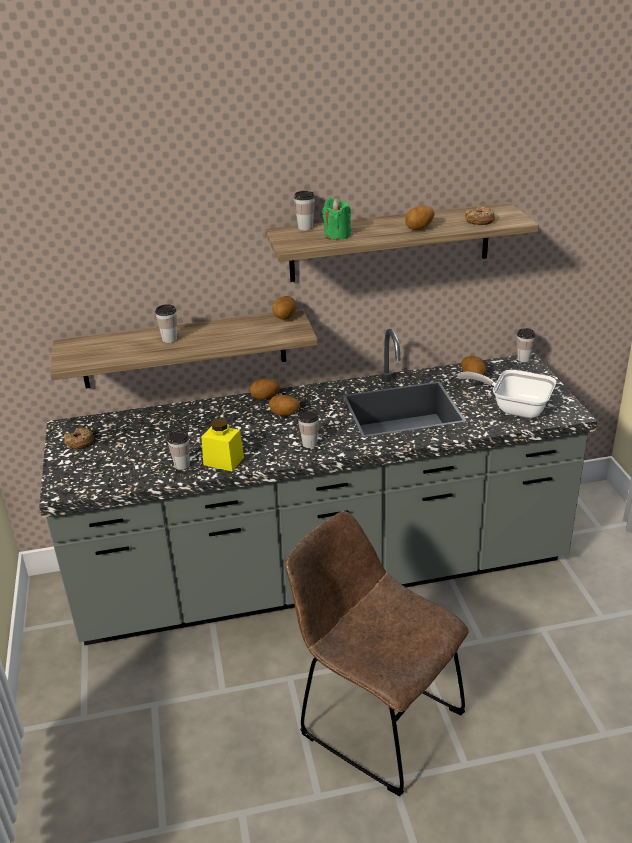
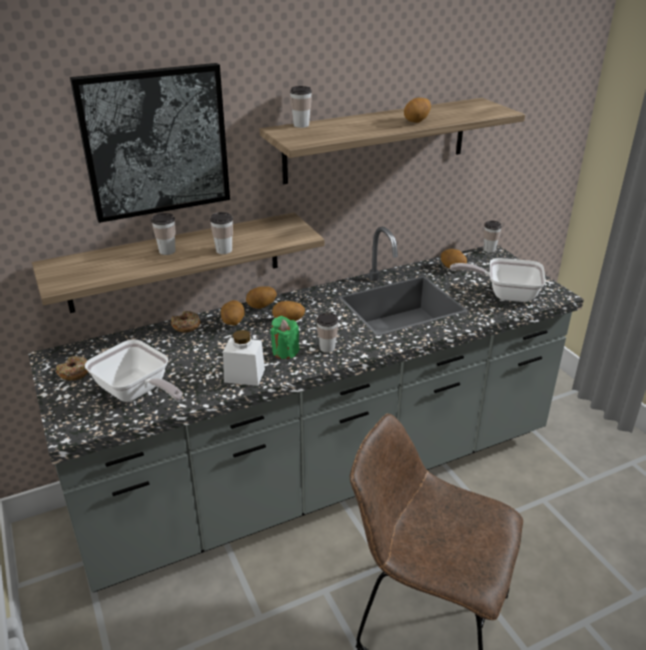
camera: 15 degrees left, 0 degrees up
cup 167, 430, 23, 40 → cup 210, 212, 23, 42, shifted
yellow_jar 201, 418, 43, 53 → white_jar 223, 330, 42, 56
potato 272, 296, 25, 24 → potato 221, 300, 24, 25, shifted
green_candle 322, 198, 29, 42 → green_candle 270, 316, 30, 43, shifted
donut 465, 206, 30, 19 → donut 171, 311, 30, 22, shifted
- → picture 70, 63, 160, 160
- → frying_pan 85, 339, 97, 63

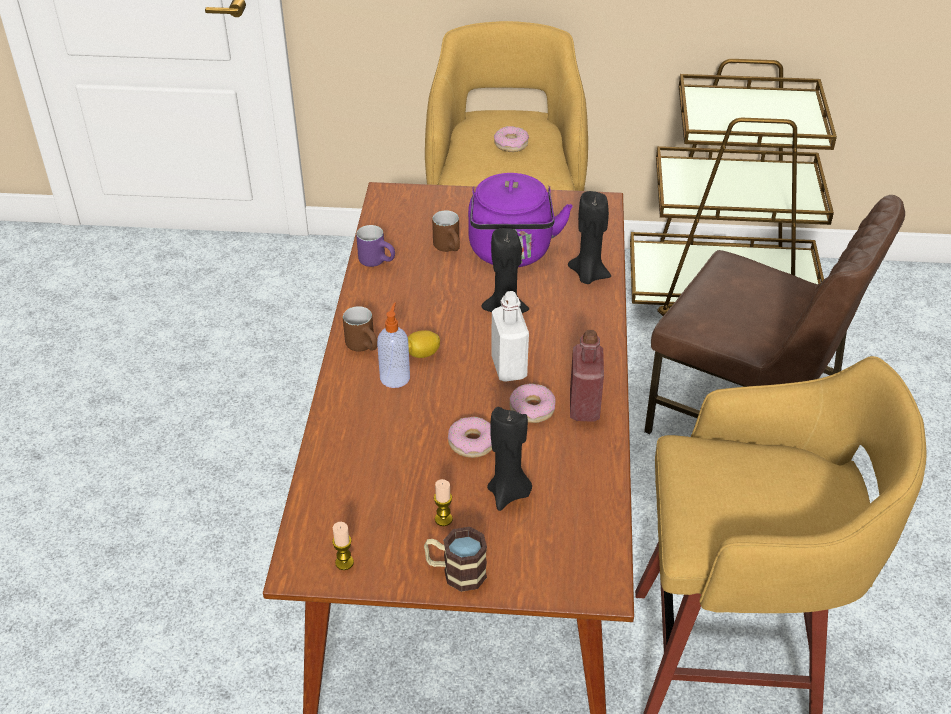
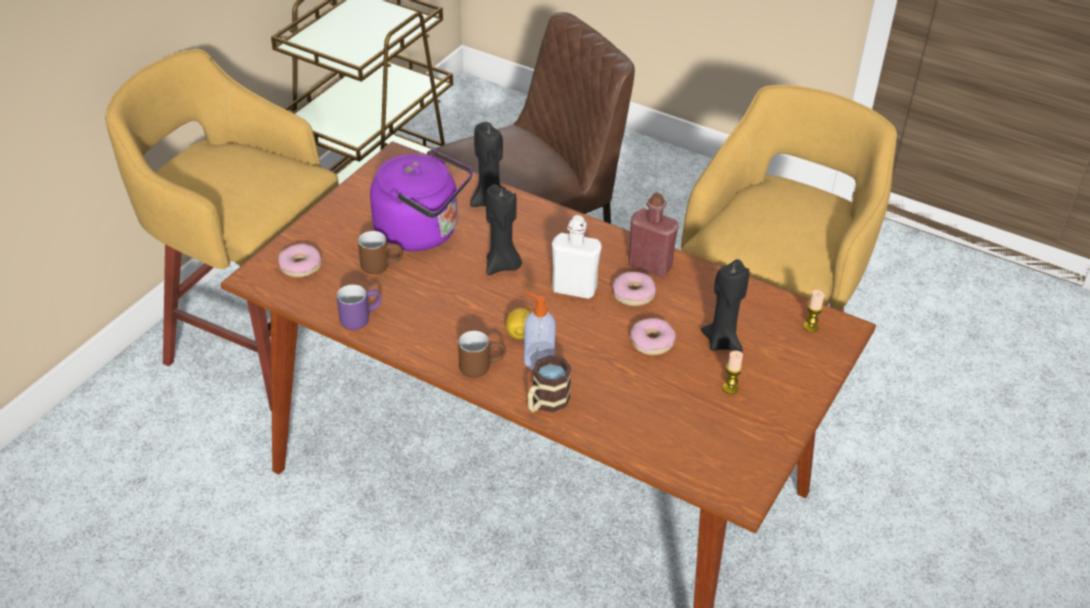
camera: 65 degrees left, 0 degrees up
candle 332, 522, 22, 48 → candle 803, 290, 21, 43, shifted
mug 424, 527, 63, 65 → mug 528, 355, 43, 57, shifted
donut 494, 126, 35, 26 → donut 278, 244, 43, 34, shifted

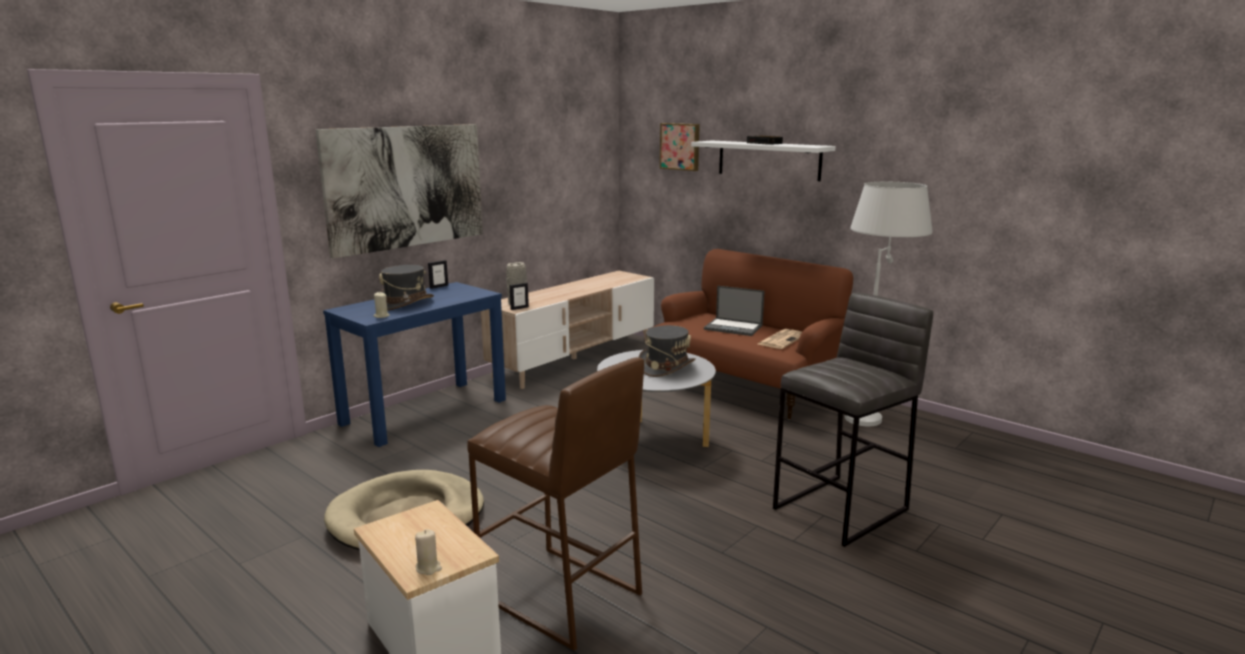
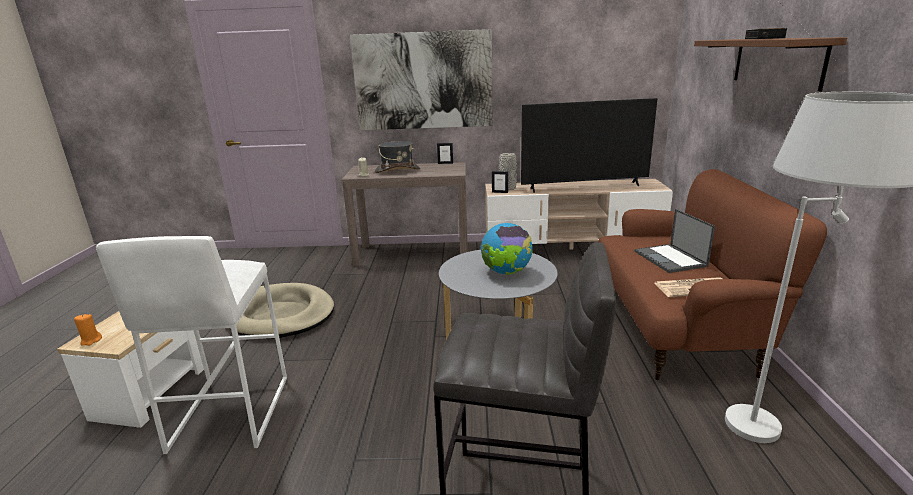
camera: 50 degrees right, 5 degrees up
blue_console_table 323, 282, 183, 165 → brown_console_table 341, 162, 126, 105
beige_candle 415, 529, 27, 46 → orange_candle 74, 314, 28, 32
brown_stool 467, 357, 177, 294 → white_stool 96, 236, 191, 218
grey_hat 638, 325, 58, 52 → globe 481, 223, 52, 52
picture 660, 123, 40, 48 → -
white_shelf 691, 141, 145, 40 → brown_shelf 694, 37, 153, 55
- → television 521, 98, 137, 95

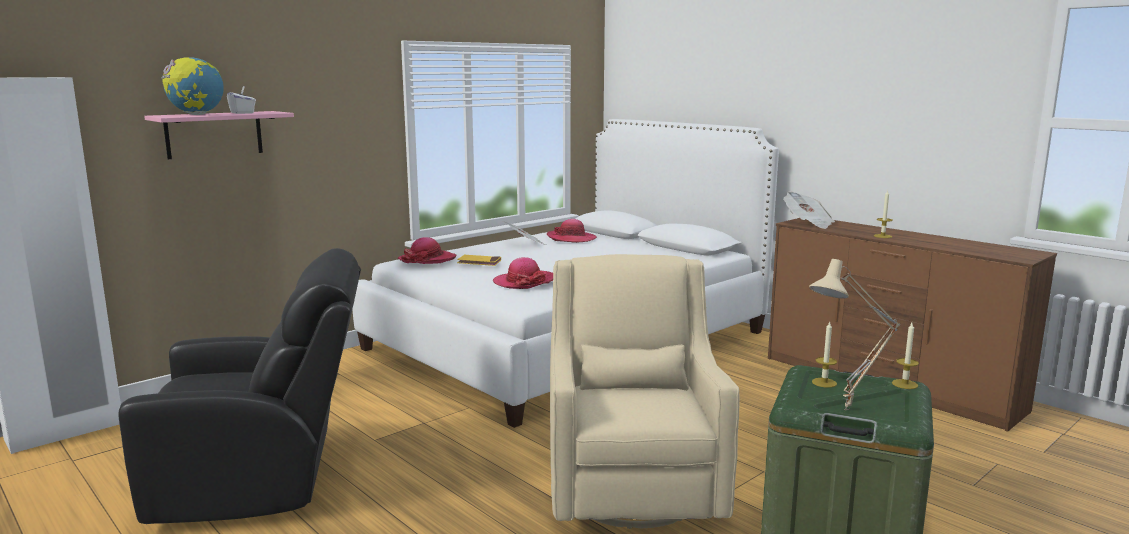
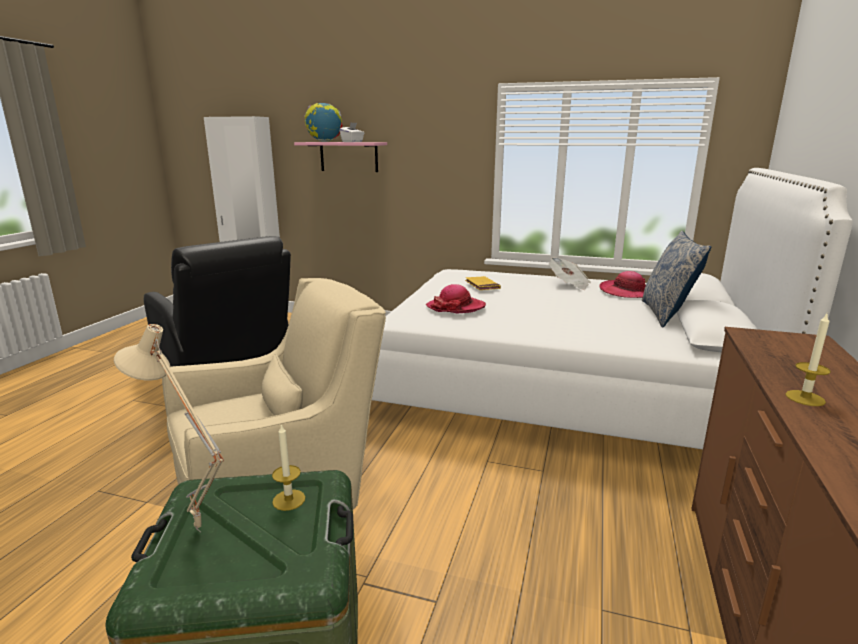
camera: 60 degrees right, 5 degrees up
hat 398, 237, 58, 27 → -
newspaper 783, 192, 52, 37 → -
candle 892, 323, 27, 66 → -
- → pillow 642, 231, 69, 97

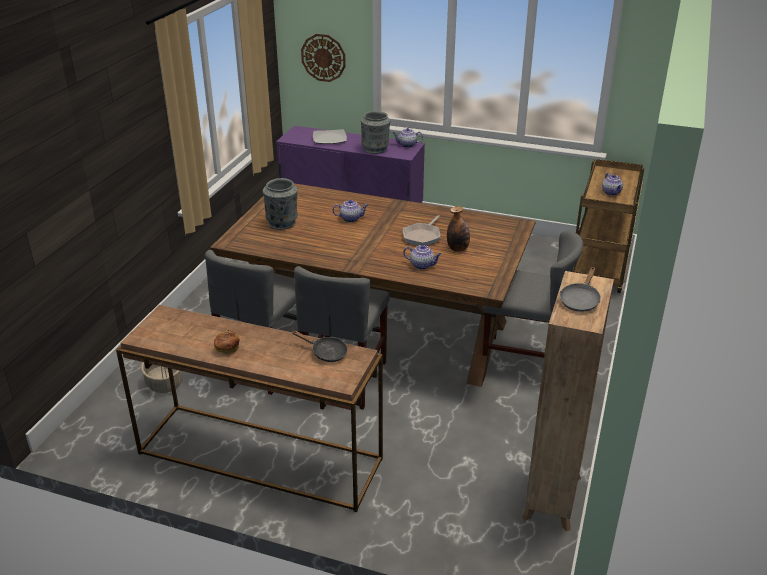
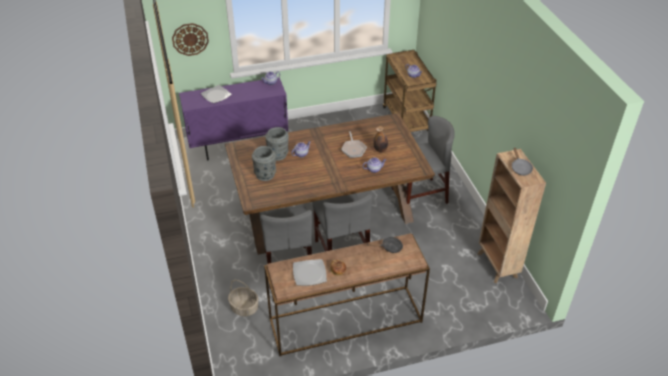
camera: 35 degrees left, 10 degrees up
grey_vase 361, 111, 29, 43 → grey_vase 265, 127, 24, 34, shifted
- → plate 293, 259, 34, 27

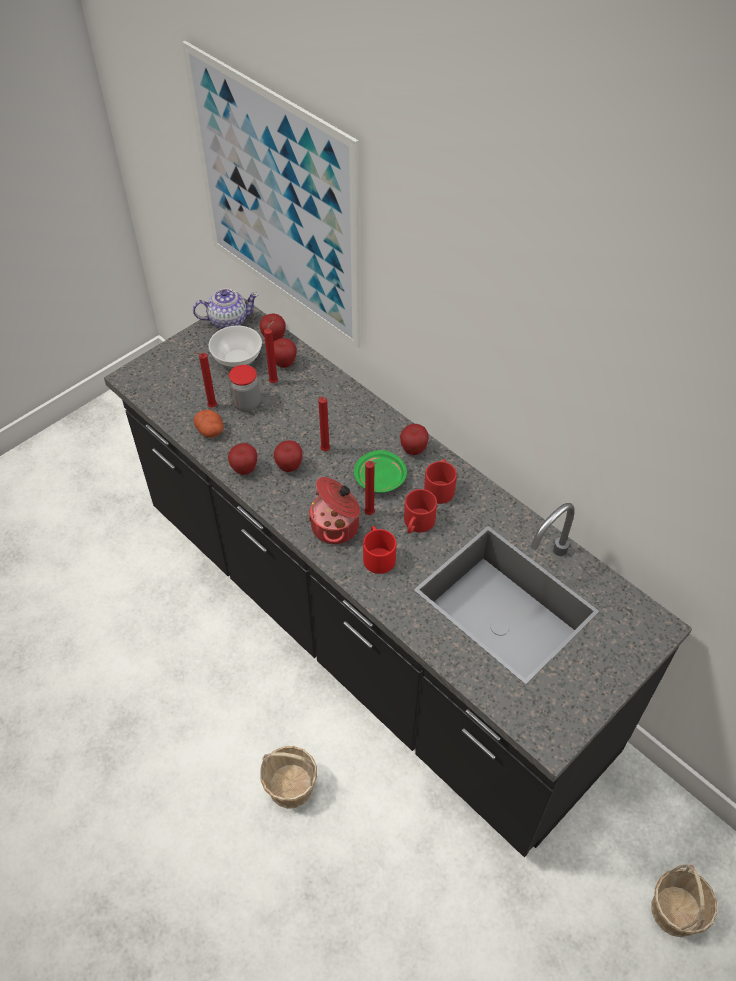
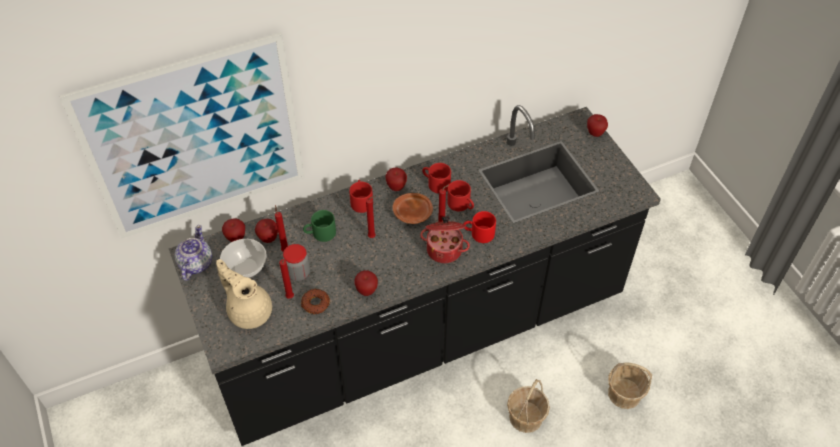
camera: 70 degrees left, 0 degrees up
potato 193, 410, 30, 28 → donut 301, 288, 29, 26
apple 274, 440, 29, 32 → apple 587, 114, 21, 23, shifted
green_plate 354, 450, 53, 43 → brown_plate 392, 193, 41, 31
basket 652, 864, 65, 73 → basket 608, 362, 44, 47, shifted
- → beige_teapot 216, 259, 56, 70
- → green_mug 303, 210, 33, 32
- → red_mug 349, 180, 24, 33

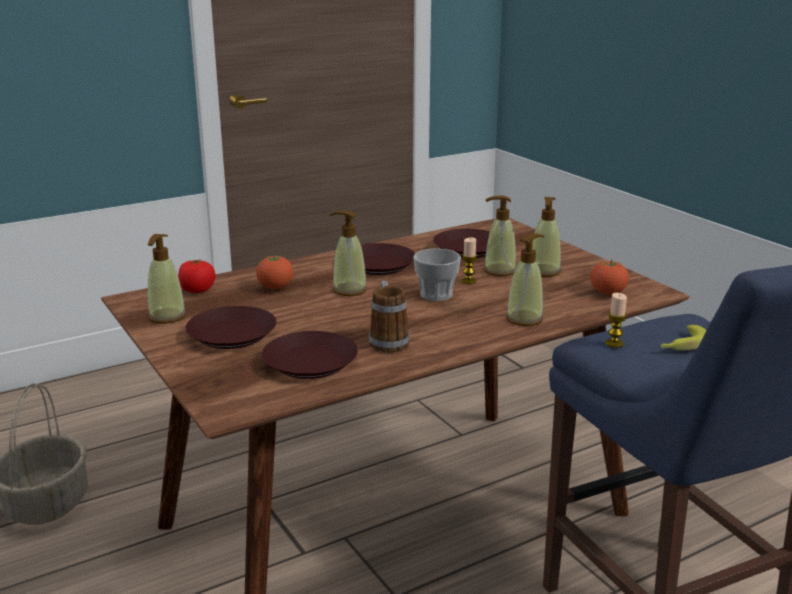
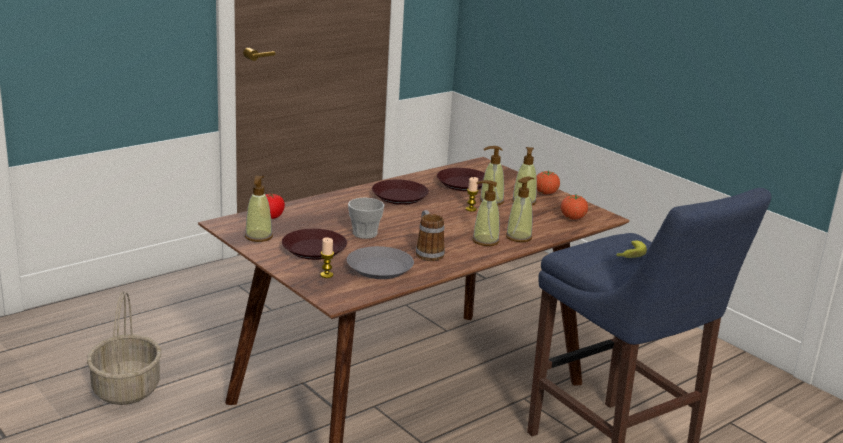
camera: 10 degrees left, 0 degrees up
tomato 256, 254, 37, 35 → tomato 537, 170, 23, 24, shifted
brown_plate 262, 331, 96, 48 → grey_plate 347, 246, 67, 33
soap_dispenser 330, 211, 37, 85 → soap_dispenser 473, 180, 27, 66, shifted
cup 413, 248, 48, 53 → cup 348, 198, 36, 41, shifted
candle 605, 293, 22, 55 → candle 320, 238, 14, 40, shifted

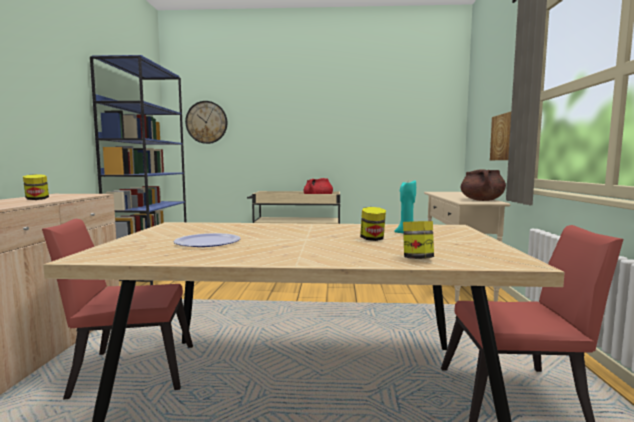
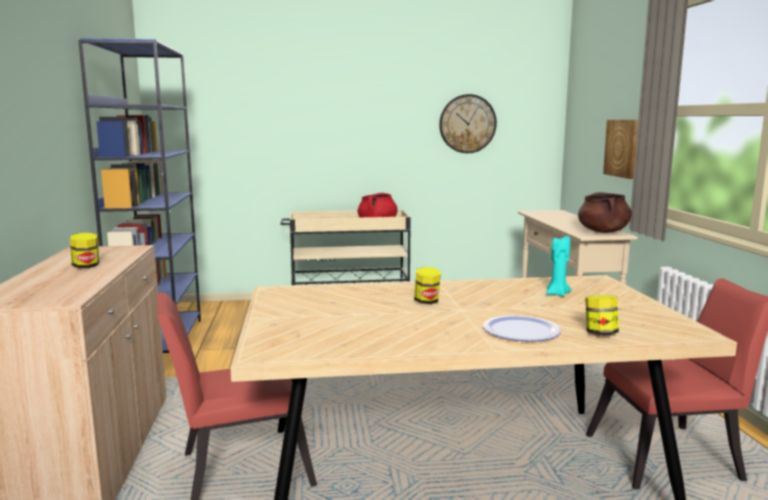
camera: 10 degrees left, 5 degrees up
plate 173, 233, 67, 14 → plate 483, 315, 78, 27, shifted
wall_clock 185, 101, 42, 43 → wall_clock 439, 94, 58, 59, shifted
jar 360, 207, 26, 34 → jar 414, 267, 27, 37, shifted

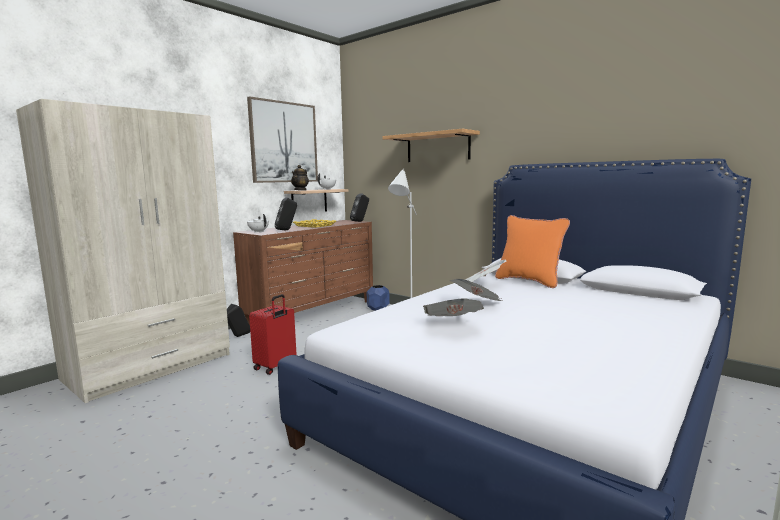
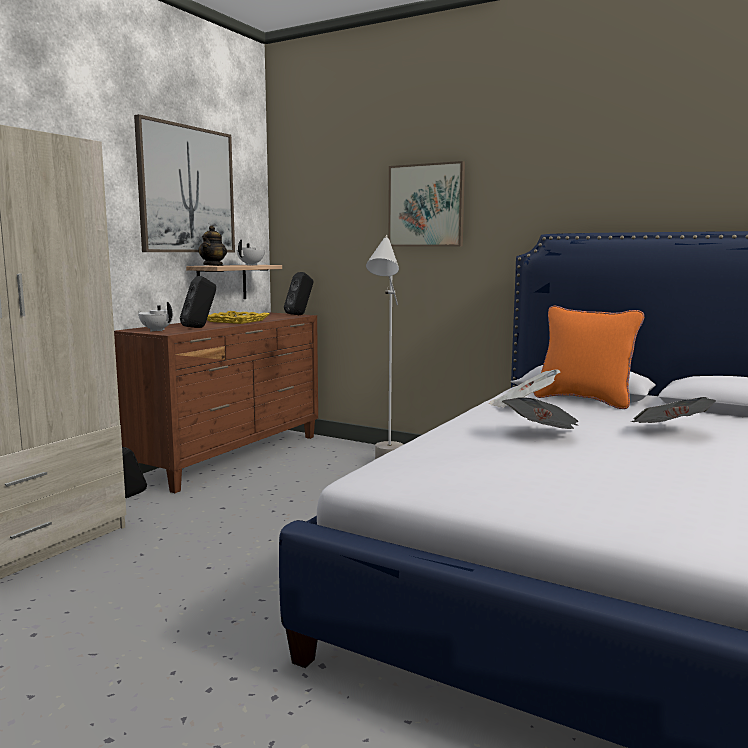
camera: 10 degrees left, 0 degrees up
red_suitcase 249, 294, 48, 81 → -
blue_planter 367, 285, 23, 26 → -
shelf 382, 129, 98, 33 → picture 388, 161, 77, 85
newspaper 423, 298, 61, 18 → newspaper 631, 397, 85, 26, shifted

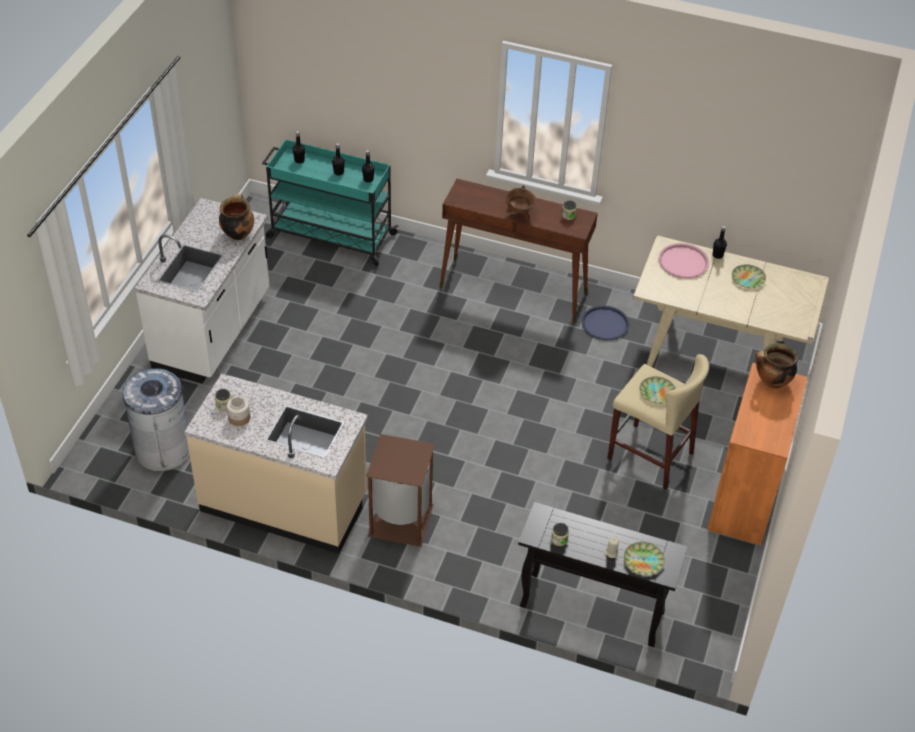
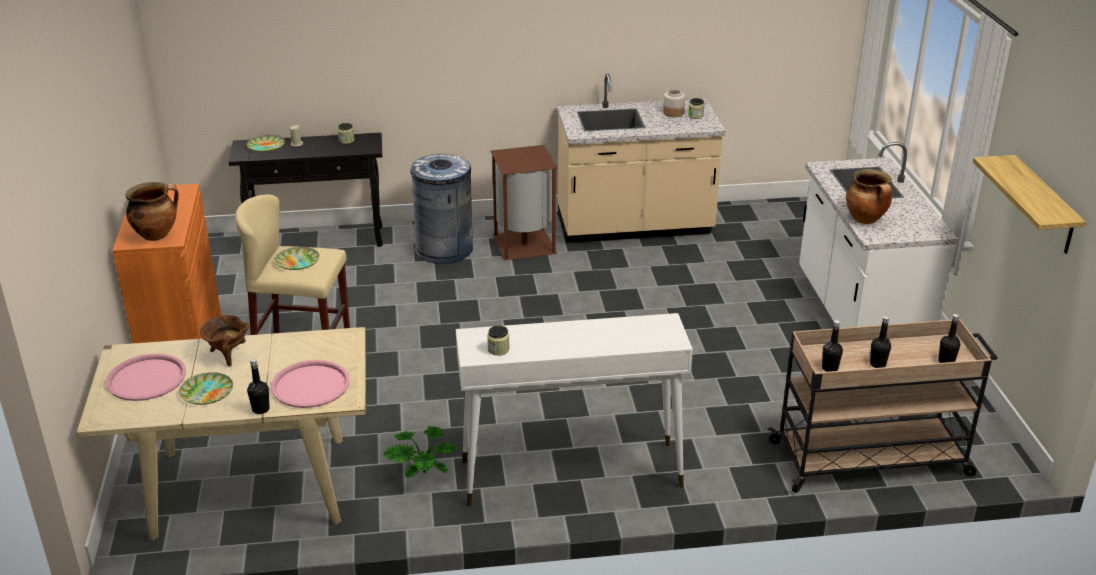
camera: 155 degrees right, 15 degrees down
grey_trash_can 122, 368, 68, 103 → grey_trash_can 410, 154, 63, 110, shifted
turquoise_cart 262, 139, 137, 127 → beige_cart 768, 319, 229, 174
brown_console_table 440, 179, 158, 144 → white_console_table 456, 313, 237, 193
brown_cooking_pot 504, 185, 32, 36 → brown_cooking_pot 200, 315, 49, 52, shifted
blue_tray 582, 306, 47, 34 → potted_plant 383, 426, 73, 52
- → pink_tray 106, 354, 80, 47
- → shelf 973, 155, 113, 99

